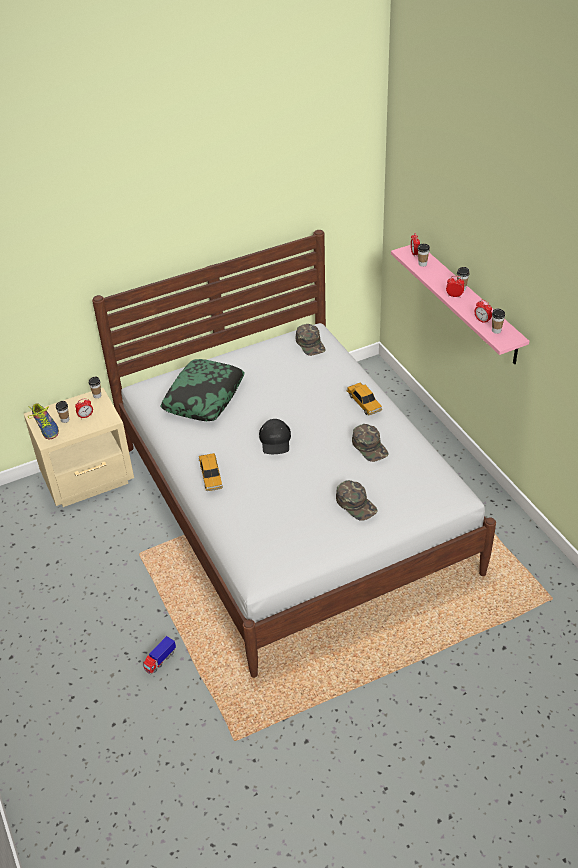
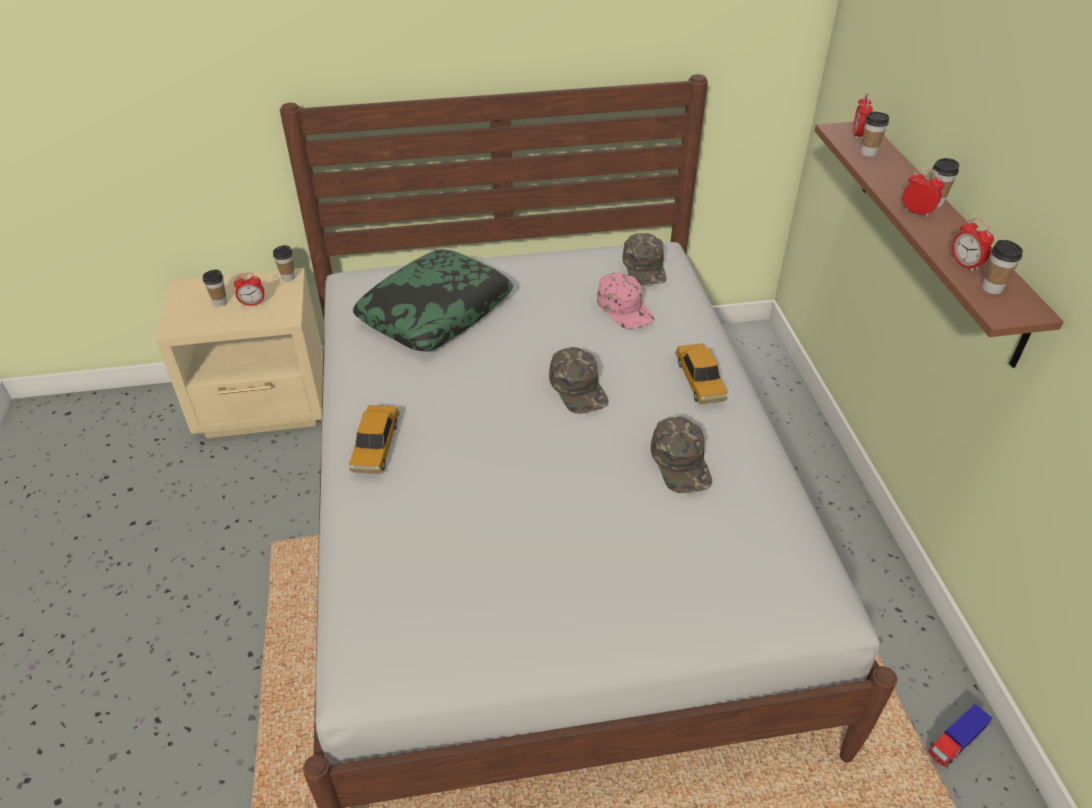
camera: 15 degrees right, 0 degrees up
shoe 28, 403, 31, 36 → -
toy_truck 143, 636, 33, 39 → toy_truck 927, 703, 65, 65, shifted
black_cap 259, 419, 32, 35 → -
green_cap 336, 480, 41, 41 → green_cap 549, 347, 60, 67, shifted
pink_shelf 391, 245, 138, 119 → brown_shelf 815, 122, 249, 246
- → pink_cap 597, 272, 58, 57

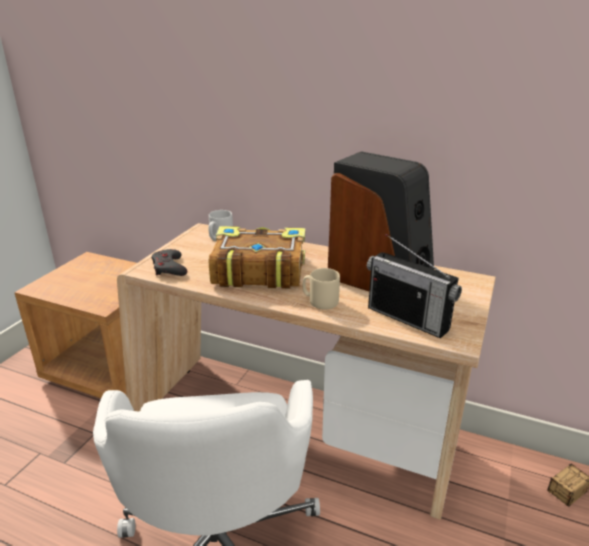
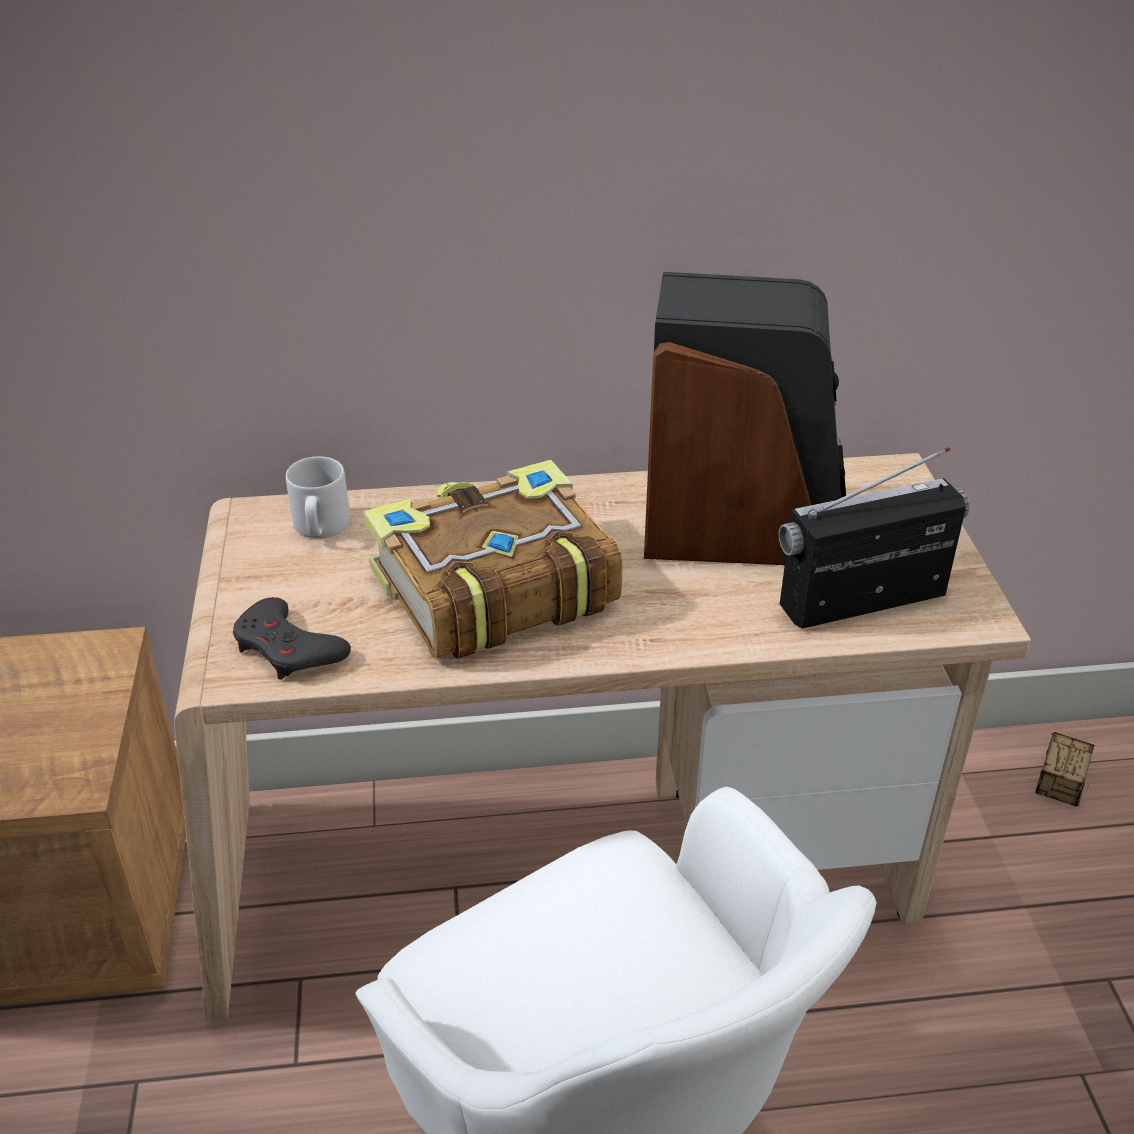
camera: 30 degrees left, 10 degrees up
beige_mug 302, 268, 38, 41 → -
radio 367, 234, 95, 104 → radio 779, 447, 190, 182, 150 degrees clockwise

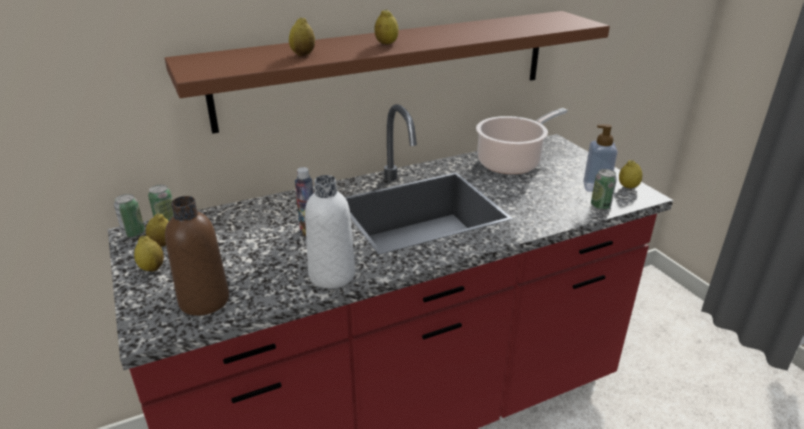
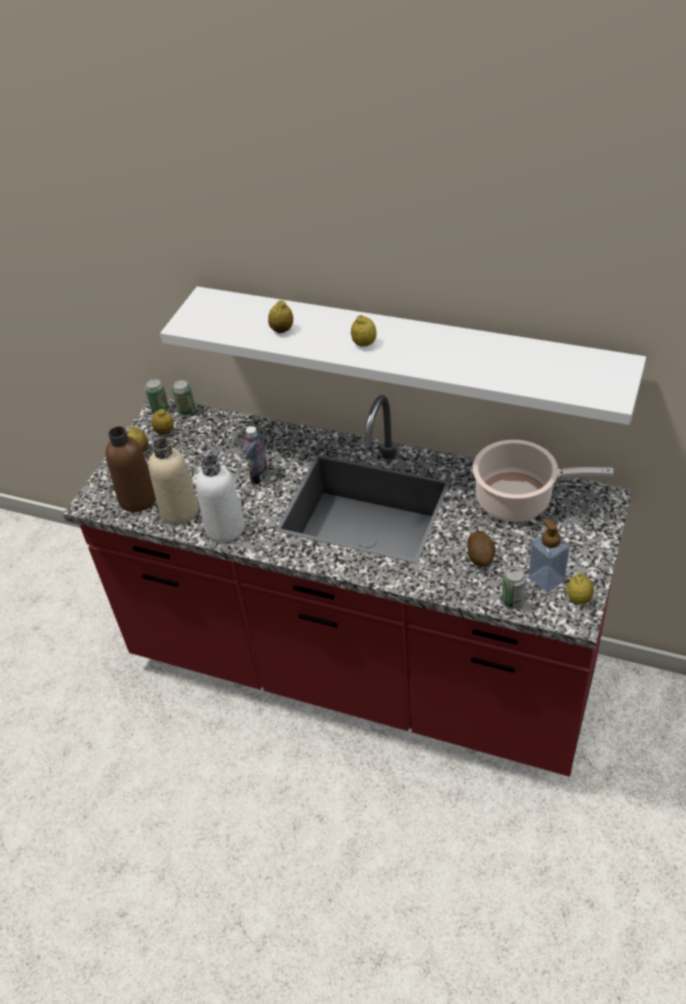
camera: 50 degrees right, 15 degrees up
brown_shelf 165, 11, 445, 123 → white_shelf 160, 286, 486, 139
- → beige_bottle 149, 438, 50, 87
- → potato 467, 531, 29, 36

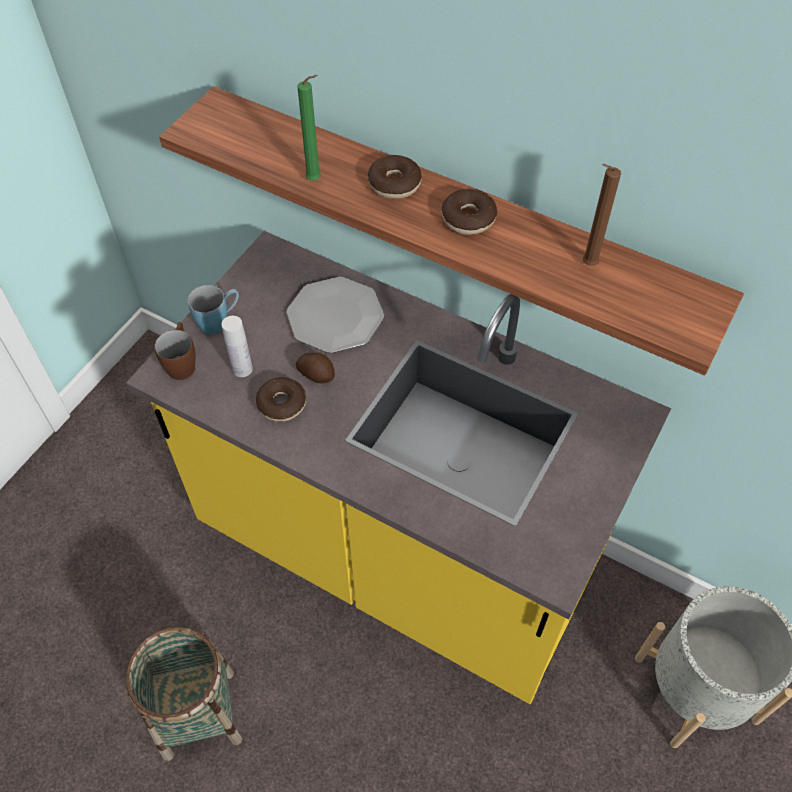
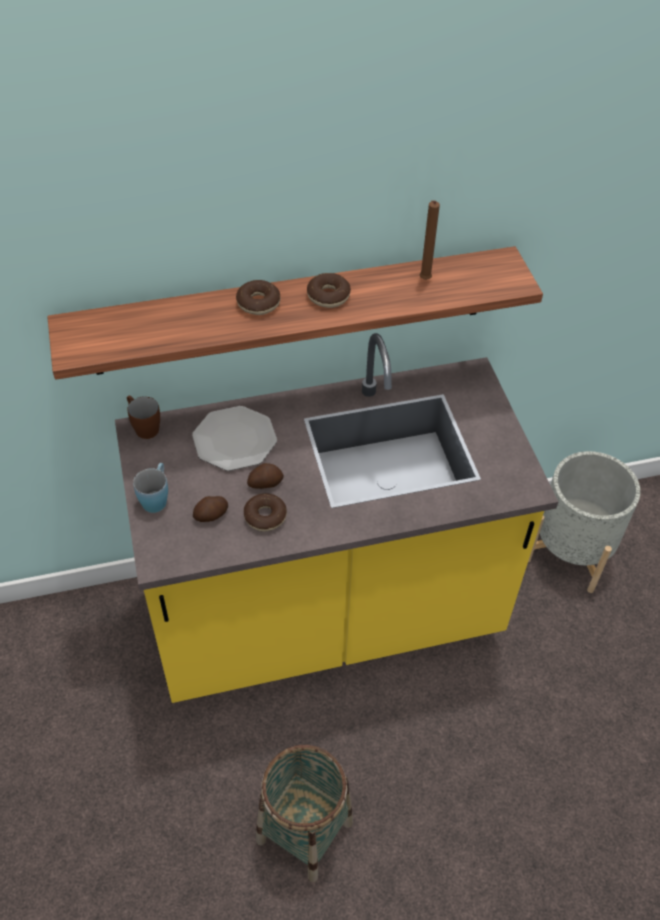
camera: 45 degrees left, 5 degrees down
brown_mug 154, 322, 41, 58 → brown_mug 127, 395, 33, 44, shifted
white_bottle 222, 316, 31, 61 → potato 193, 496, 35, 26
green_candle 298, 75, 23, 105 → -

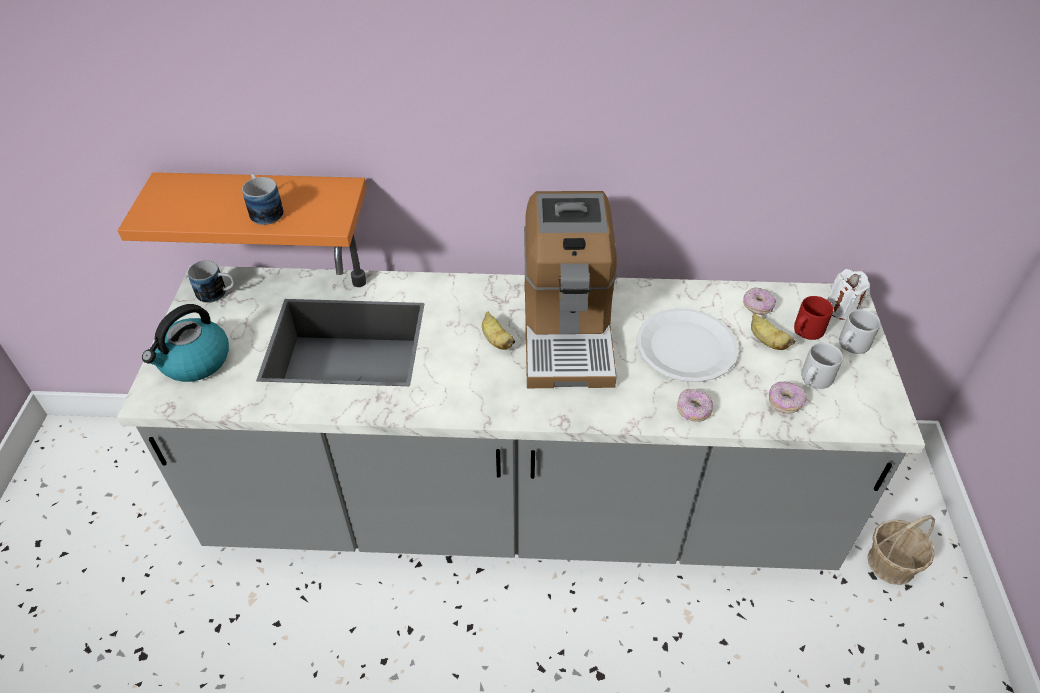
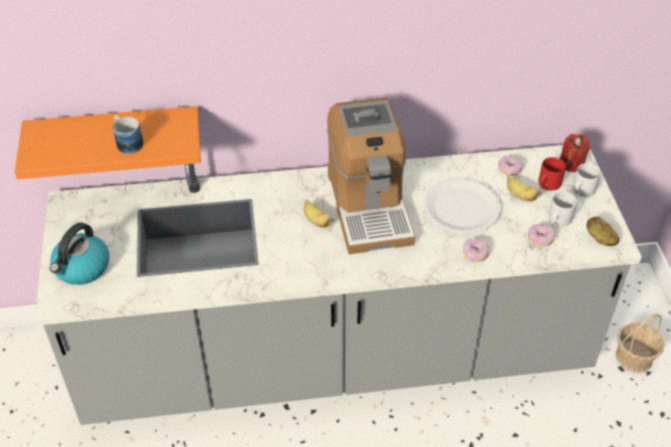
camera: 10 degrees left, 0 degrees up
mug 188, 260, 47, 43 → -
white_candle 827, 269, 43, 51 → red_candle 560, 134, 30, 38
- → potato 586, 216, 33, 30

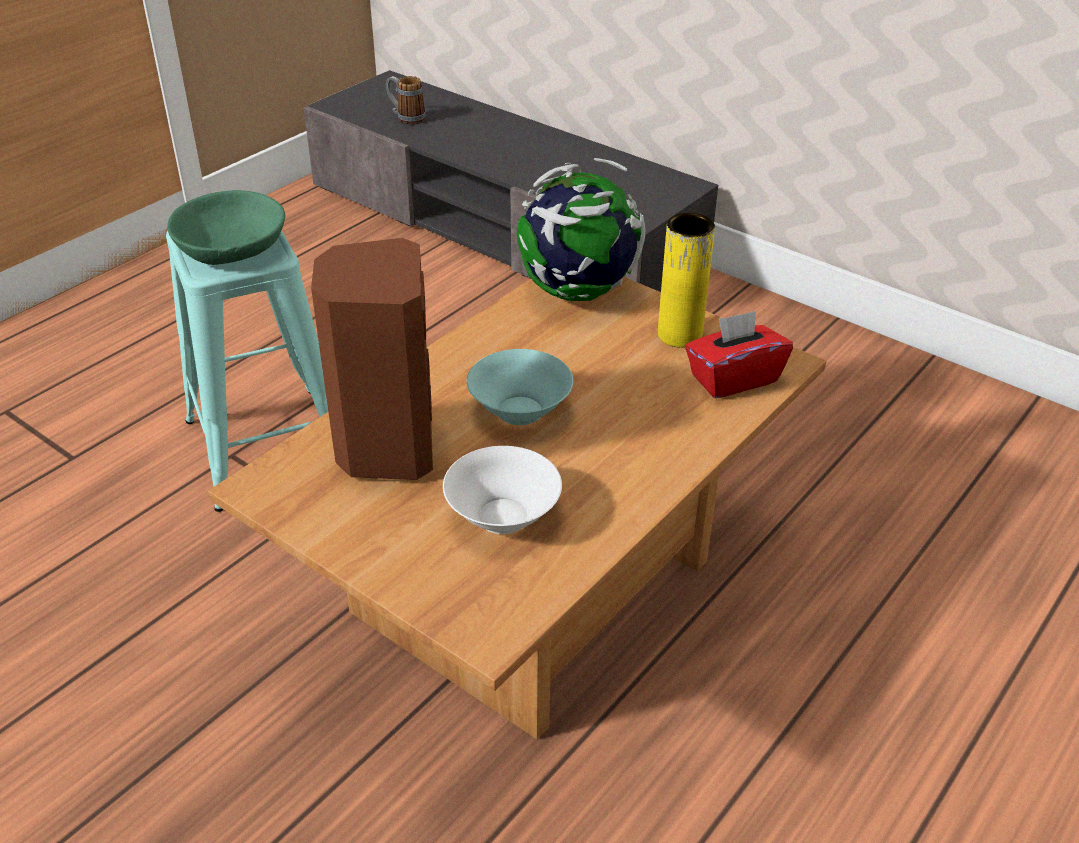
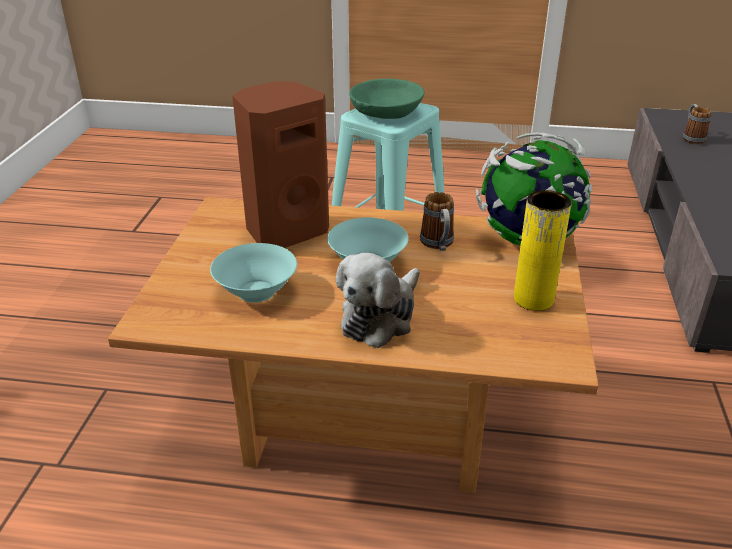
camera: 60 degrees right, 5 degrees down
white_bowl 443, 446, 119, 88 → turquoise_bowl 210, 243, 87, 60
red_tissue_box 685, 311, 108, 87 → -
- → plush_toy 336, 253, 84, 95
- → mug 420, 192, 34, 59

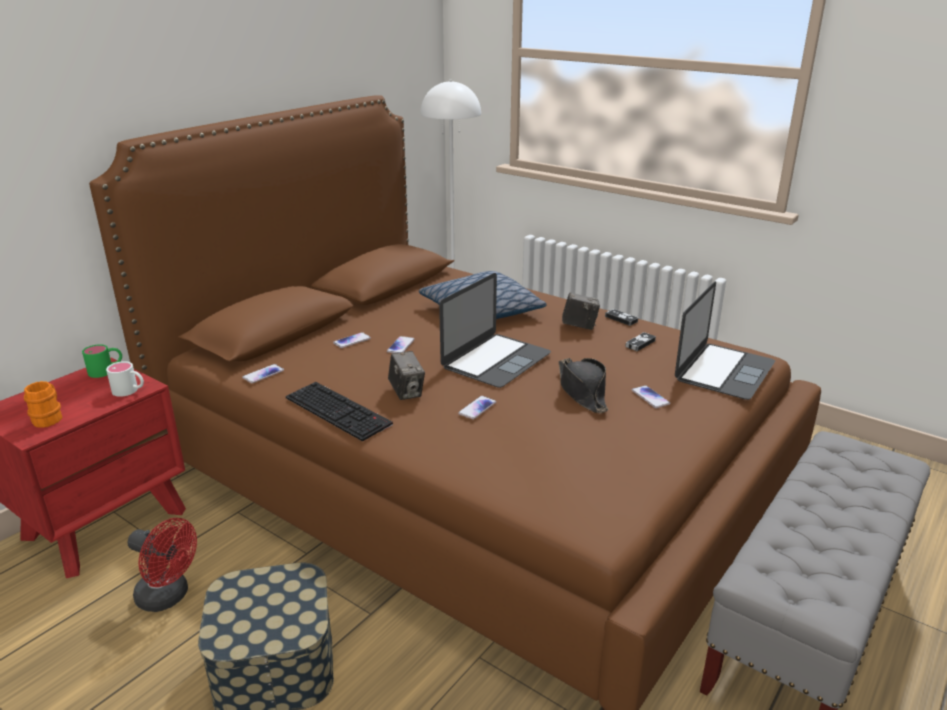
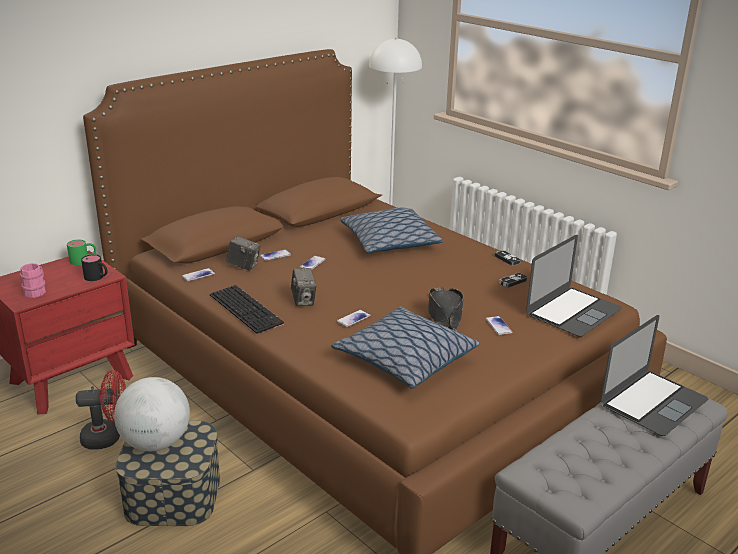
camera: 10 degrees right, 0 degrees up
orange_mug 24, 381, 38, 47 → pink_mug 20, 263, 26, 35
white_mug 106, 361, 38, 36 → black_mug 81, 254, 26, 27
red_fan 128, 518, 69, 94 → red_fan 76, 370, 50, 79, 45 degrees counterclockwise
laptop 439, 273, 112, 115 → laptop 601, 315, 107, 121, shifted
photo_camera 562, 293, 38, 37 → photo_camera 226, 236, 35, 35, shifted
- → globe 114, 377, 76, 74
- → pillow 331, 306, 148, 83

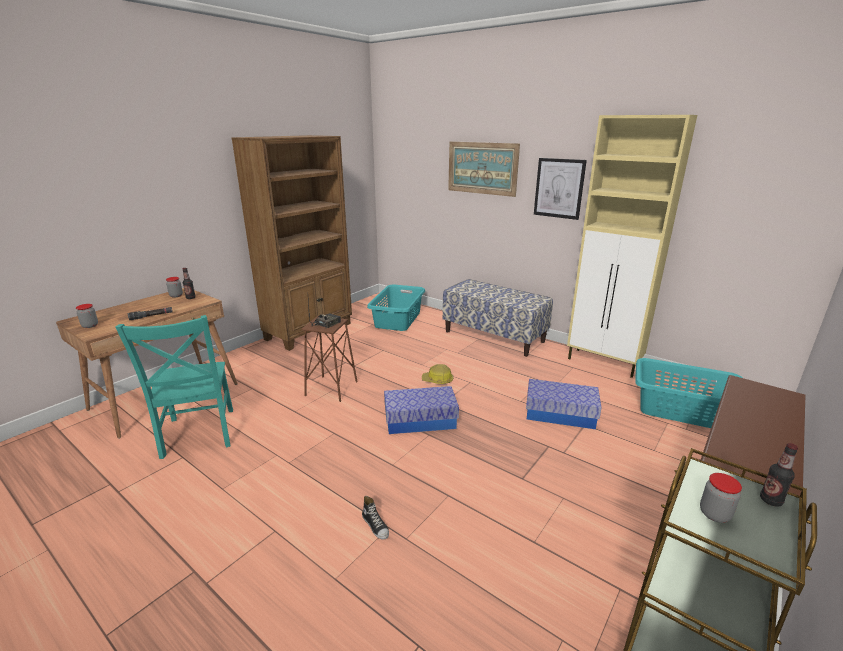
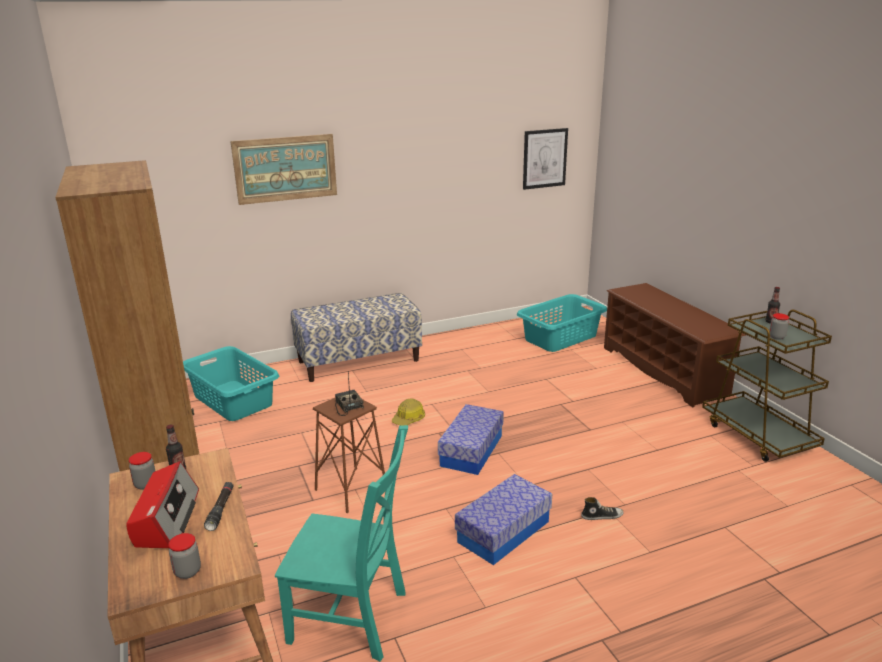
camera: 60 degrees left, 0 degrees up
storage_box 526, 379, 76, 50 → storage_box 455, 474, 97, 91, shifted
picture 534, 158, 53, 62 → picture 523, 128, 45, 62, shifted
beige_cabinet 567, 115, 130, 263 → -
- → radio 126, 461, 73, 87

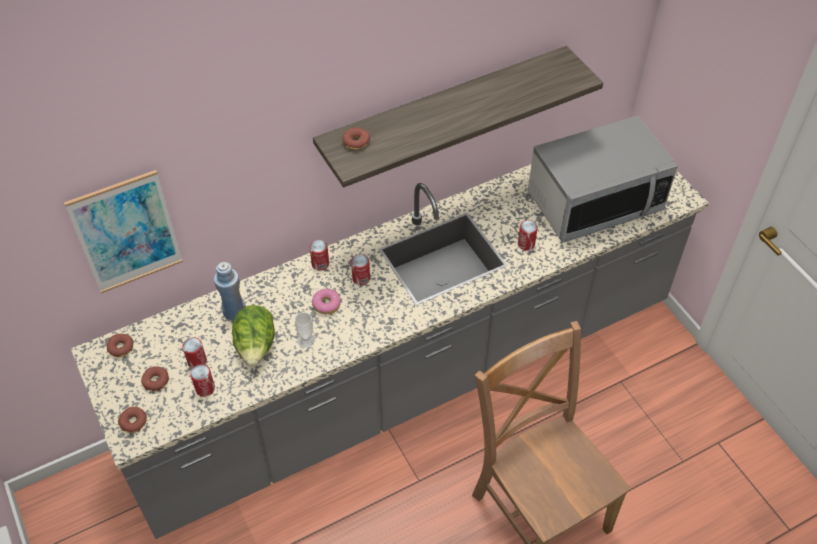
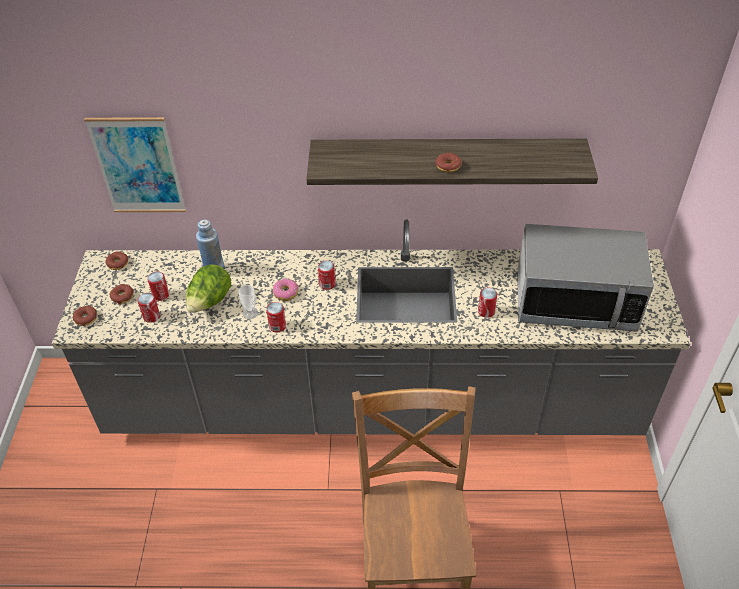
camera: 30 degrees right, 5 degrees down
can 310, 240, 19, 30 → can 266, 302, 20, 30, shifted
donut 342, 127, 28, 23 → donut 435, 153, 27, 19, shifted

